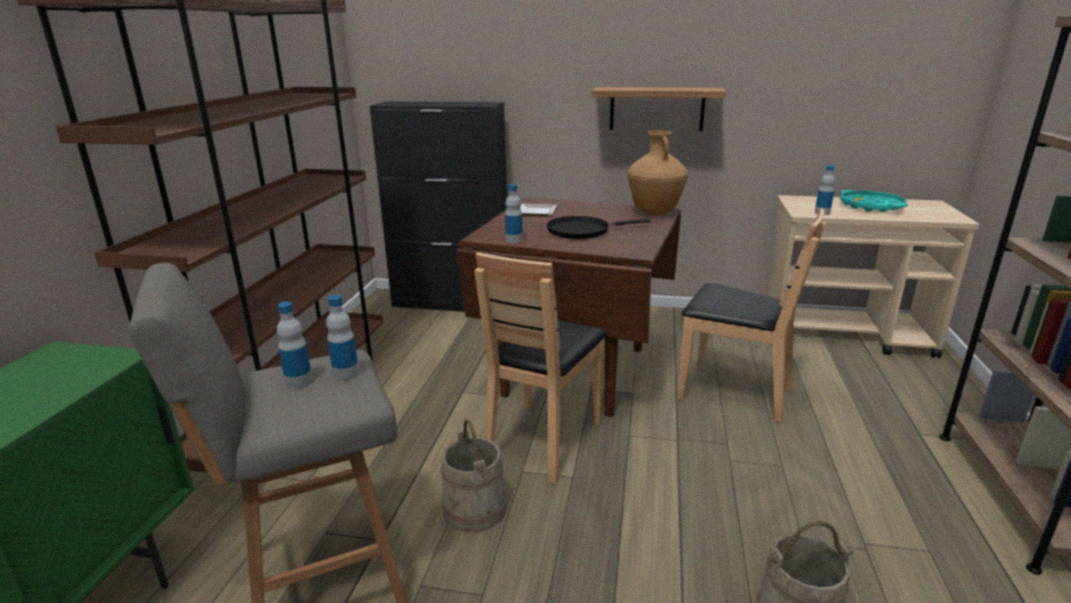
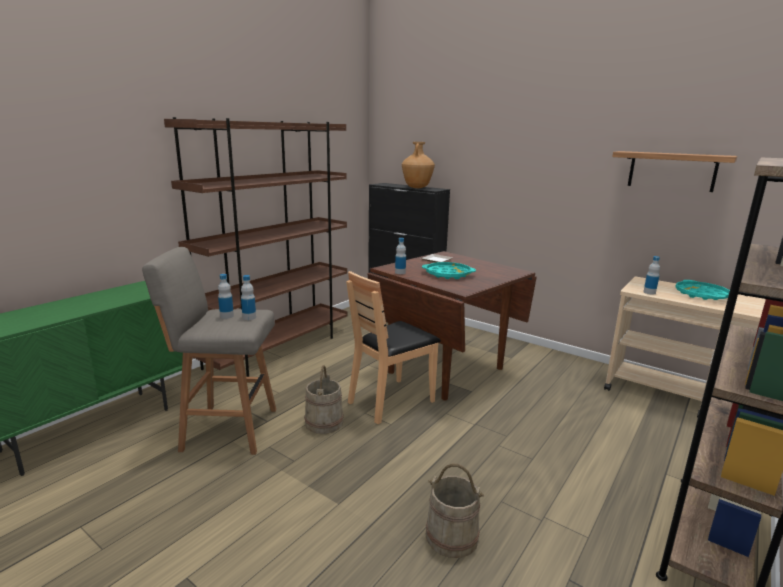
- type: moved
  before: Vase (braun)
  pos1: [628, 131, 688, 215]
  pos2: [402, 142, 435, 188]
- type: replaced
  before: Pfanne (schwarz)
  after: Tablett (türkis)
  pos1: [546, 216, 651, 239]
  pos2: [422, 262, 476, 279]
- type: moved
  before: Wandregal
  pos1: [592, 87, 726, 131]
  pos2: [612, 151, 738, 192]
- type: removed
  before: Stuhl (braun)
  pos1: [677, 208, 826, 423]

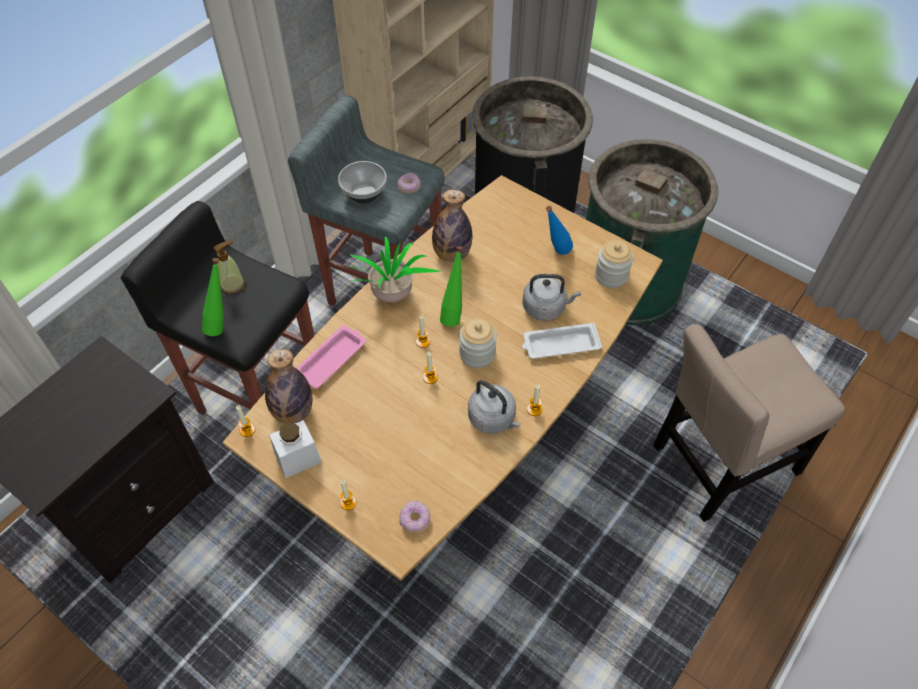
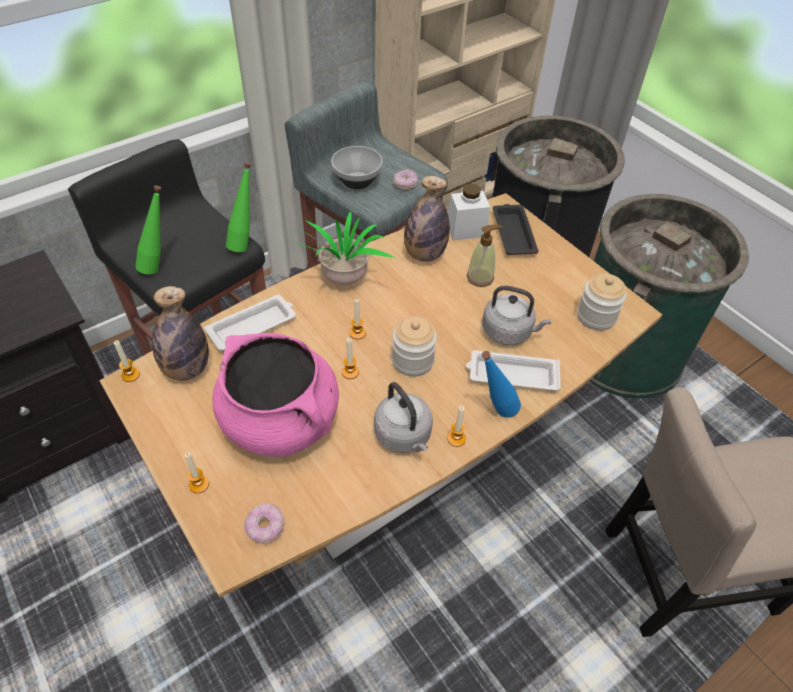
- type: recoloured
  before: Tablett (rosa)
  after: Tablett (weiß)
  pos1: [296, 325, 366, 389]
  pos2: [204, 295, 296, 351]
- type: added
  after: Kochtopf (rosa)
  pos2: [212, 333, 339, 457]
- type: moved
  before: Flasche (grün)
  pos1: [440, 246, 463, 327]
  pos2: [226, 162, 251, 252]
- type: moved
  before: Vorratsglas (weiß)
  pos1: [269, 420, 322, 478]
  pos2: [448, 183, 490, 241]
- type: moved
  before: Seifenspender
  pos1: [213, 241, 245, 294]
  pos2: [467, 224, 503, 287]
- type: moved
  before: Flasche (blau)
  pos1: [546, 206, 573, 255]
  pos2: [482, 351, 521, 418]
- type: added
  after: Tablett (schwarz)
  pos2: [493, 204, 539, 255]

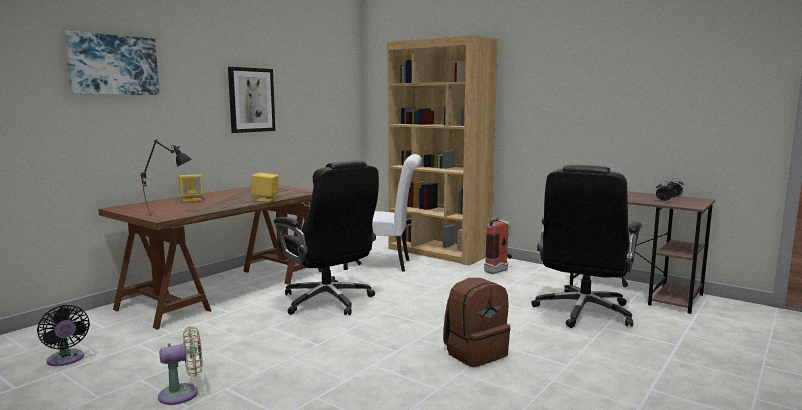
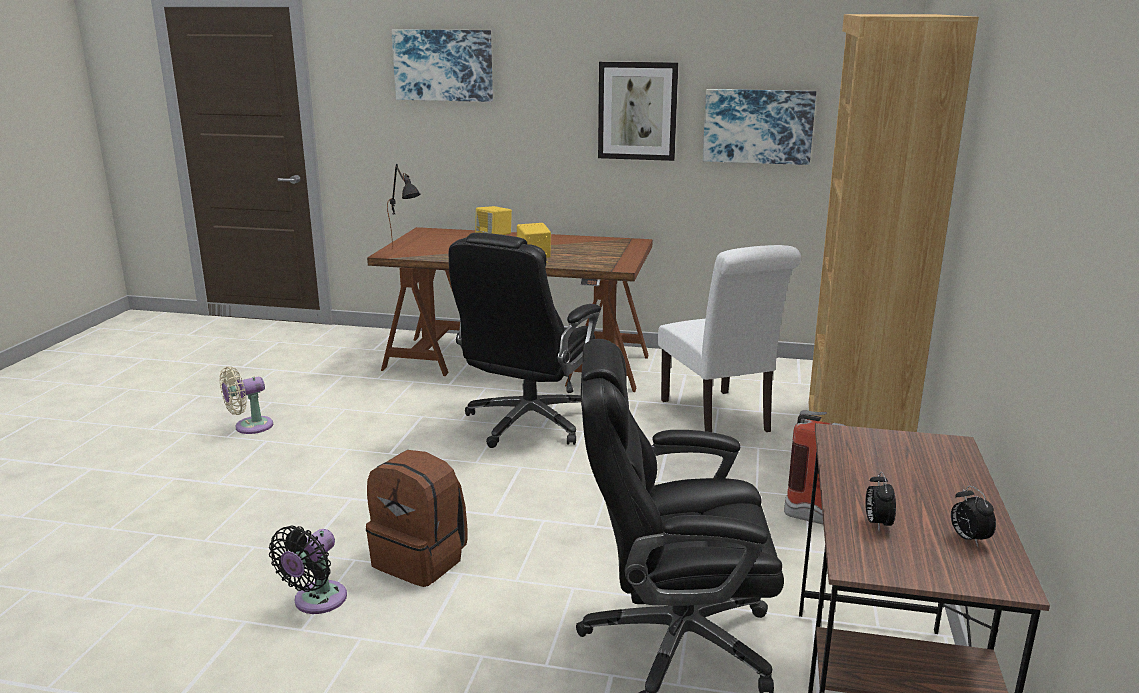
- type: turned
  before: Ventilator (beige)
  pos1: [158, 326, 203, 405]
  pos2: [219, 367, 273, 434]
  turn: 105
- type: moved
  before: Ventilator (schwarz)
  pos1: [37, 305, 90, 366]
  pos2: [269, 526, 347, 614]
- type: added
  after: Bild
  pos2: [703, 89, 816, 165]

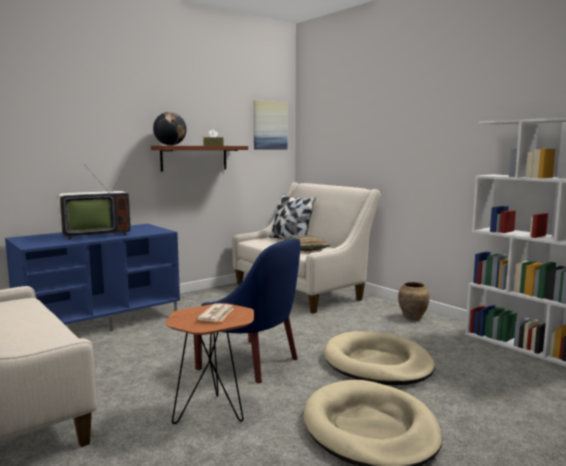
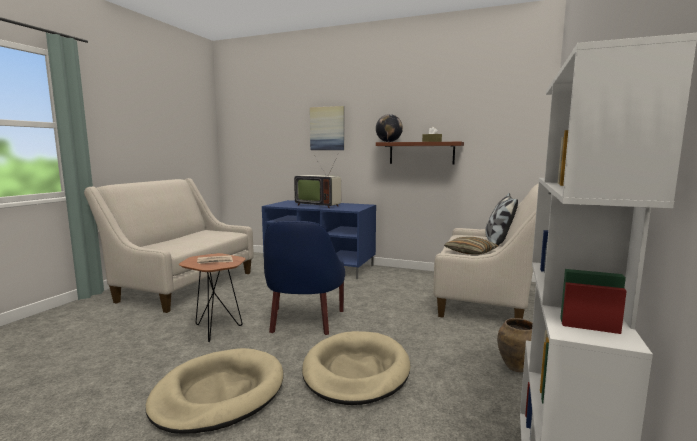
- type: moved
  before: Bild
  pos1: [253, 100, 287, 150]
  pos2: [310, 106, 344, 150]

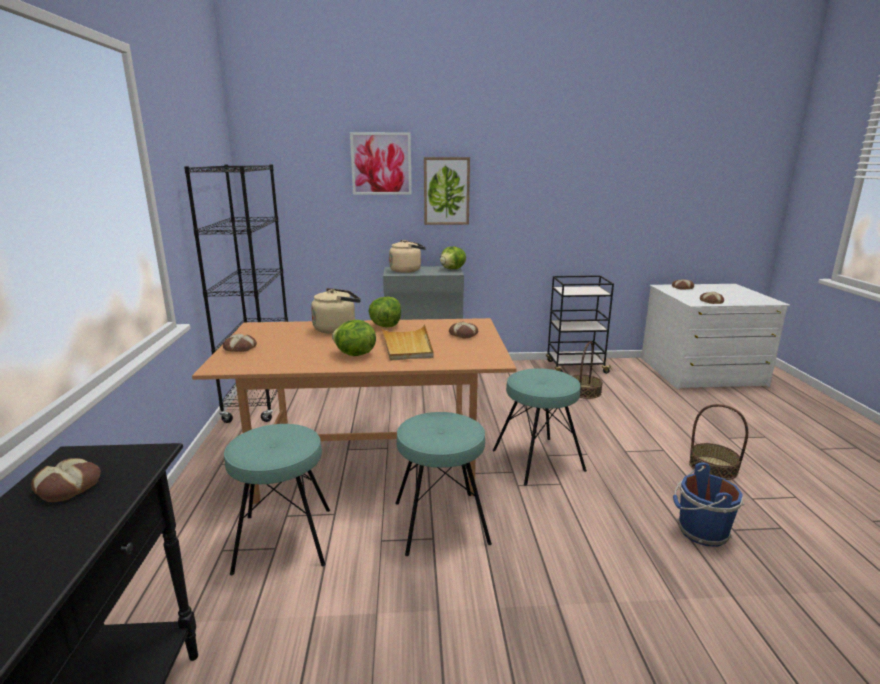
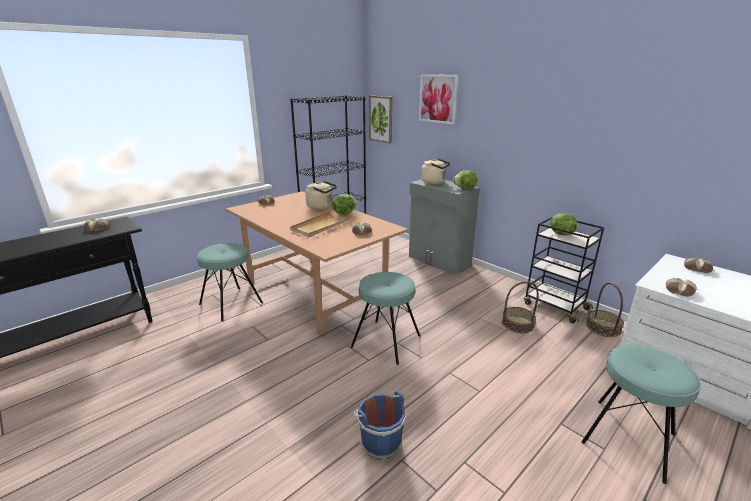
- type: moved
  before: Bild
  pos1: [424, 157, 470, 225]
  pos2: [369, 95, 393, 143]
- type: moved
  before: Salatkopf
  pos1: [332, 320, 376, 356]
  pos2: [550, 213, 577, 235]
- type: moved
  before: Hocker (türkis)
  pos1: [395, 412, 492, 556]
  pos2: [581, 344, 701, 484]
- type: moved
  before: Korb
  pos1: [689, 404, 748, 480]
  pos2: [586, 282, 624, 337]

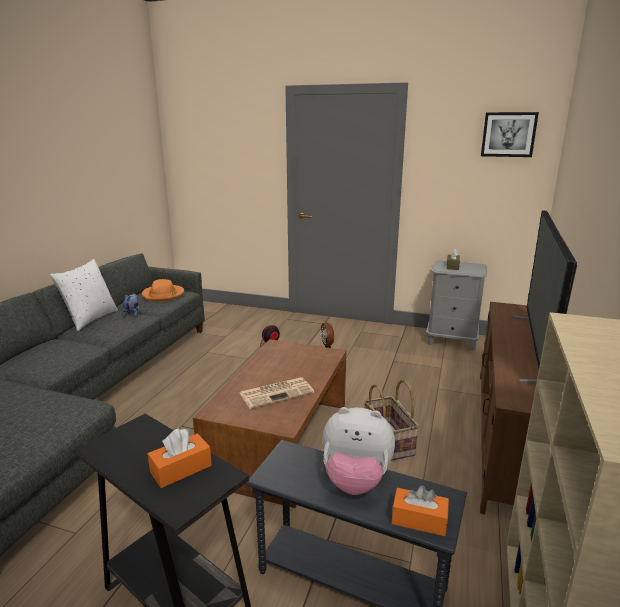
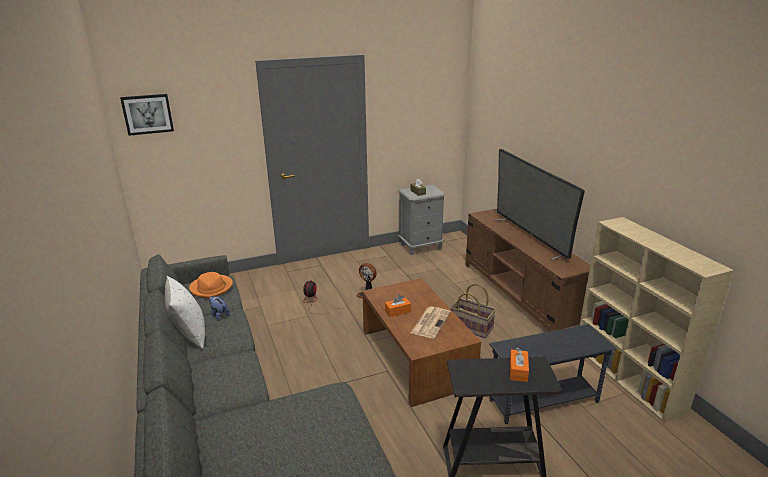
- type: moved
  before: Bild
  pos1: [481, 112, 539, 157]
  pos2: [120, 94, 174, 136]
- type: moved
  before: Taschentuchbox (orange)
  pos1: [392, 485, 449, 536]
  pos2: [385, 295, 411, 317]
- type: removed
  before: Plüschtier
  pos1: [322, 407, 395, 495]

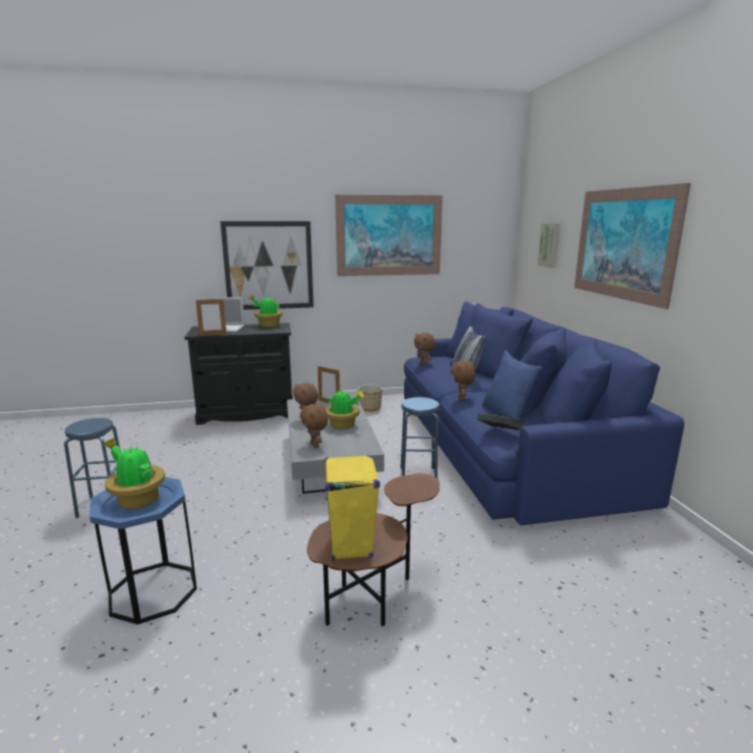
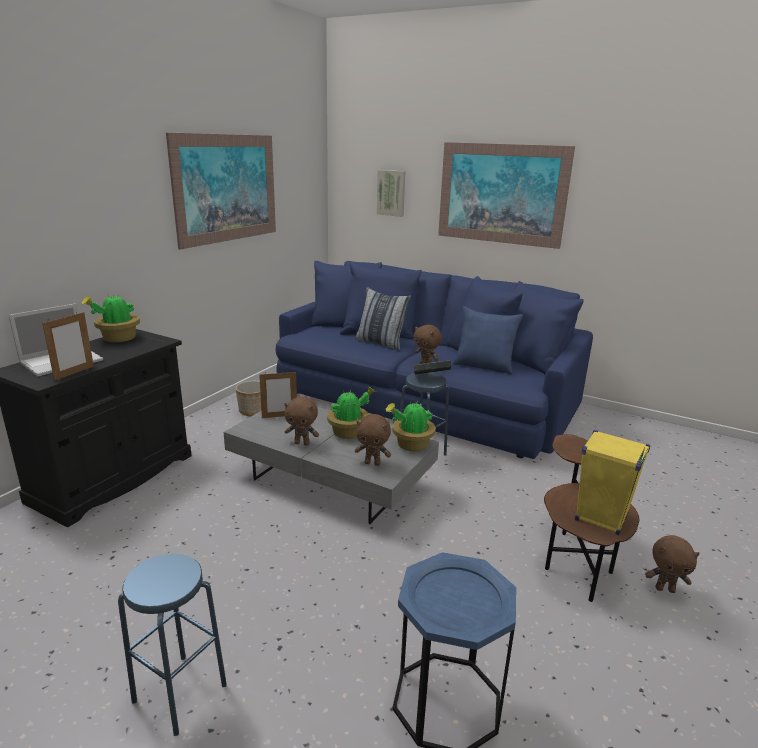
- type: moved
  before: Topfpflanze
  pos1: [103, 438, 165, 509]
  pos2: [386, 400, 436, 451]
- type: moved
  before: Buch
  pos1: [477, 413, 525, 430]
  pos2: [414, 360, 451, 375]
- type: moved
  before: Plüschtier (braun)
  pos1: [414, 333, 436, 365]
  pos2: [645, 535, 700, 593]
- type: removed
  before: Bild
  pos1: [220, 221, 314, 310]

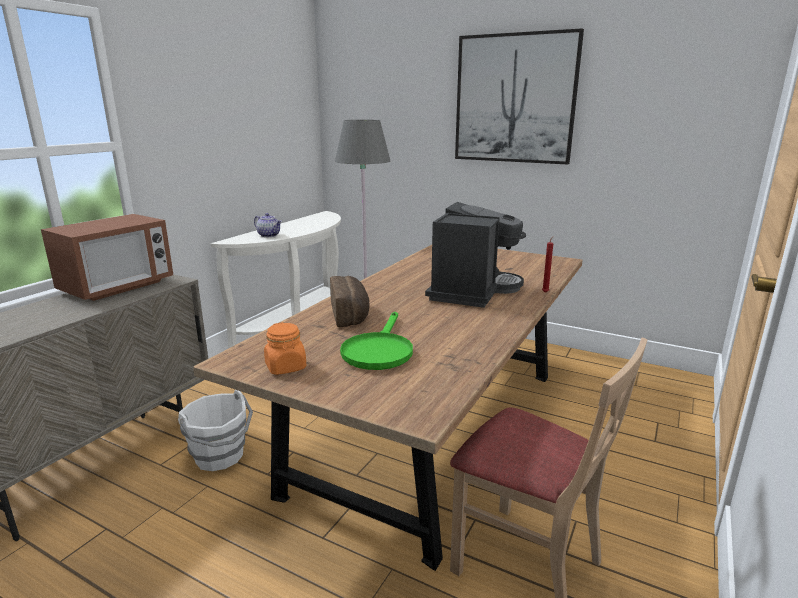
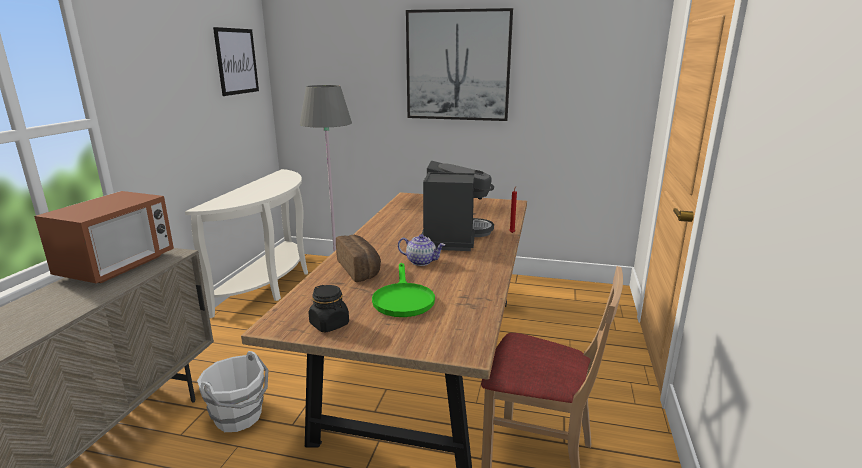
- type: added
  after: Bild
  pos2: [213, 27, 259, 96]
- type: recoloured
  before: Vorratsglas (orange)
  after: Vorratsglas (schwarz)
  pos1: [264, 322, 306, 375]
  pos2: [309, 285, 349, 332]
- type: moved
  before: Teekanne
  pos1: [254, 213, 282, 237]
  pos2: [398, 234, 445, 266]

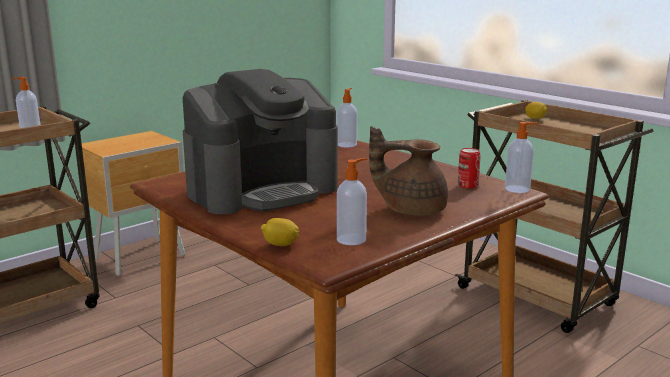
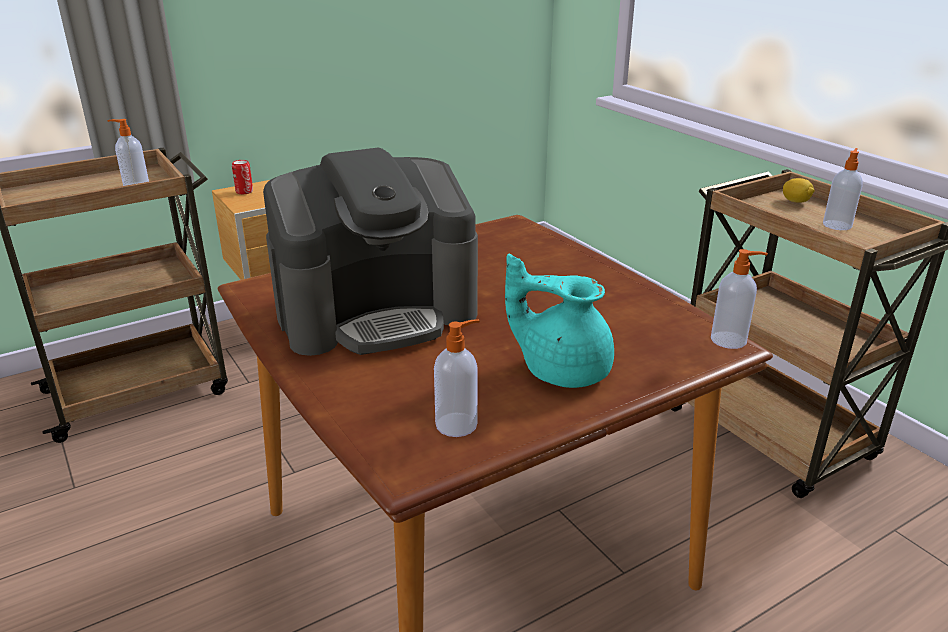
- type: moved
  before: Dose
  pos1: [458, 148, 481, 189]
  pos2: [232, 160, 253, 194]
- type: recoloured
  before: Teekanne (braun)
  after: Teekanne (türkis)
  pos1: [369, 126, 448, 216]
  pos2: [505, 254, 614, 388]
- type: moved
  before: Seifenspender
  pos1: [337, 88, 357, 148]
  pos2: [823, 148, 863, 230]
- type: removed
  before: Zitrone
  pos1: [261, 218, 299, 246]

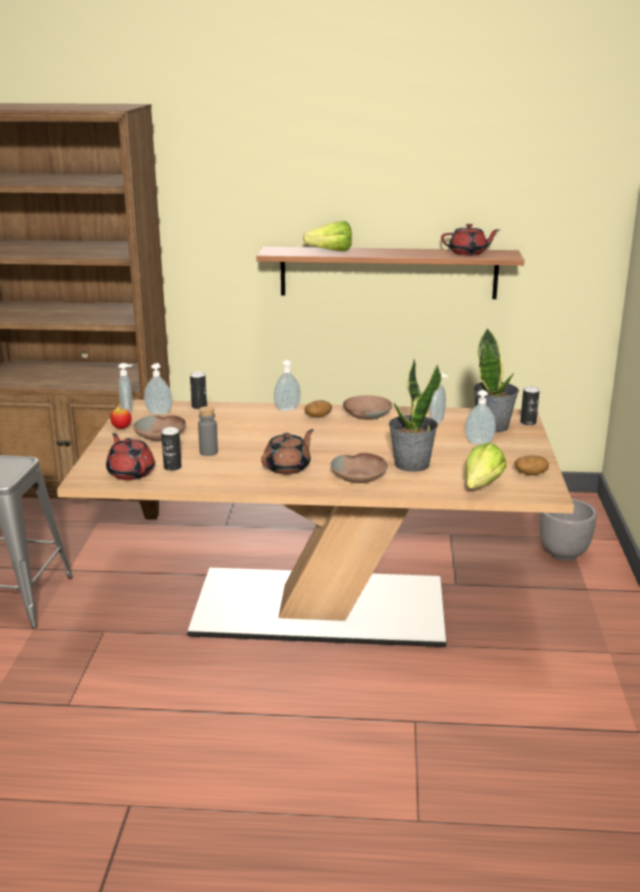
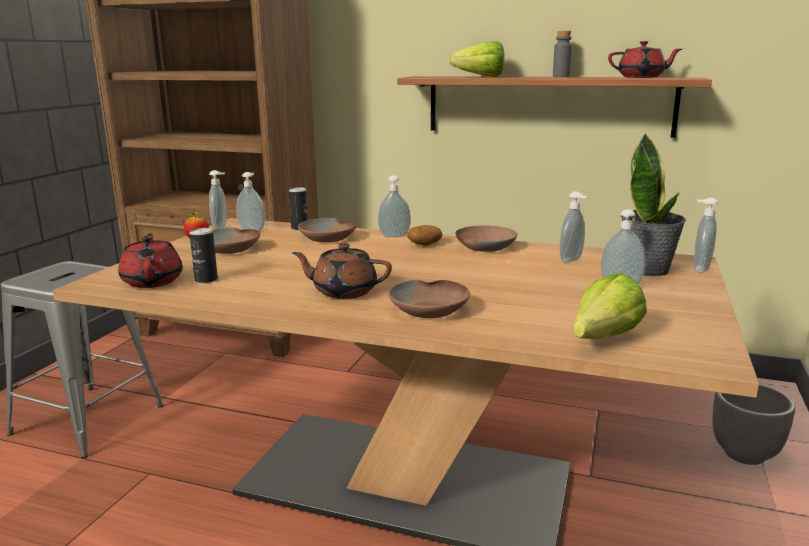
- type: turned
  before: Teekanne (braun)
  pos1: [261, 429, 313, 474]
  pos2: [292, 244, 392, 299]
  turn: -135
- type: added
  after: Schüssel (braun)
  pos2: [298, 218, 357, 242]
- type: moved
  before: Flasche (grau)
  pos1: [198, 406, 218, 456]
  pos2: [553, 31, 572, 77]
- type: replaced
  before: Dose
  after: Seifenspender
  pos1: [520, 386, 540, 425]
  pos2: [694, 198, 718, 273]
- type: removed
  before: Topfpflanze
  pos1: [389, 359, 442, 472]
- type: removed
  before: Kartoffel
  pos1: [514, 455, 549, 475]

